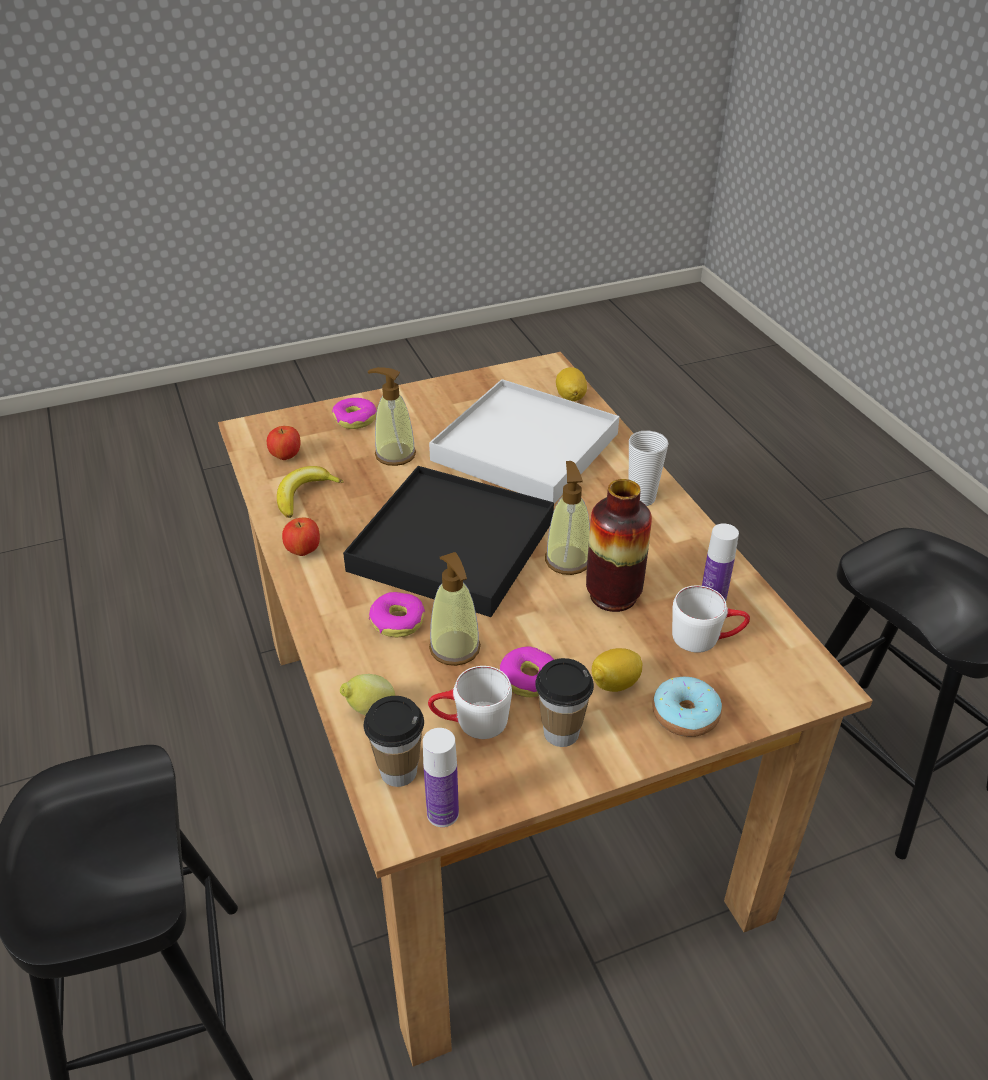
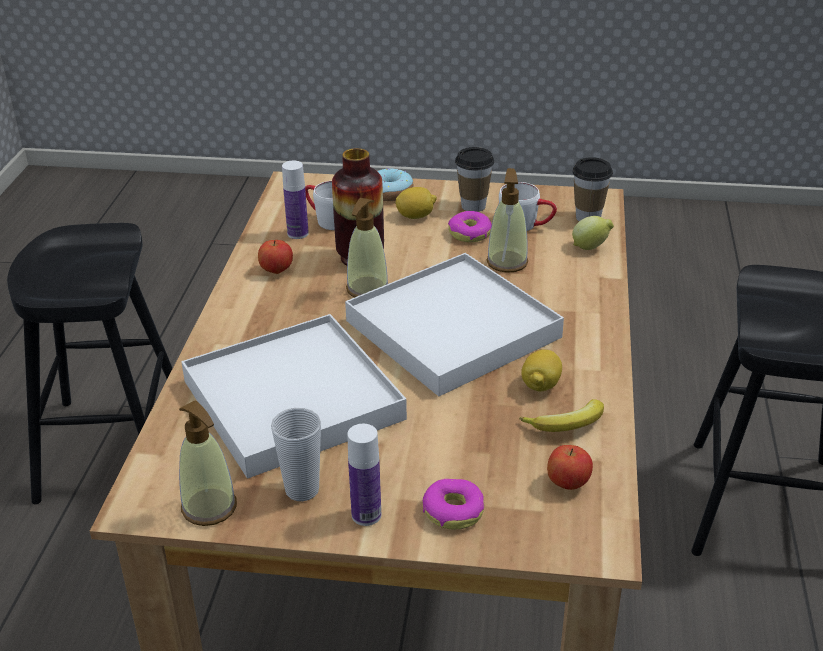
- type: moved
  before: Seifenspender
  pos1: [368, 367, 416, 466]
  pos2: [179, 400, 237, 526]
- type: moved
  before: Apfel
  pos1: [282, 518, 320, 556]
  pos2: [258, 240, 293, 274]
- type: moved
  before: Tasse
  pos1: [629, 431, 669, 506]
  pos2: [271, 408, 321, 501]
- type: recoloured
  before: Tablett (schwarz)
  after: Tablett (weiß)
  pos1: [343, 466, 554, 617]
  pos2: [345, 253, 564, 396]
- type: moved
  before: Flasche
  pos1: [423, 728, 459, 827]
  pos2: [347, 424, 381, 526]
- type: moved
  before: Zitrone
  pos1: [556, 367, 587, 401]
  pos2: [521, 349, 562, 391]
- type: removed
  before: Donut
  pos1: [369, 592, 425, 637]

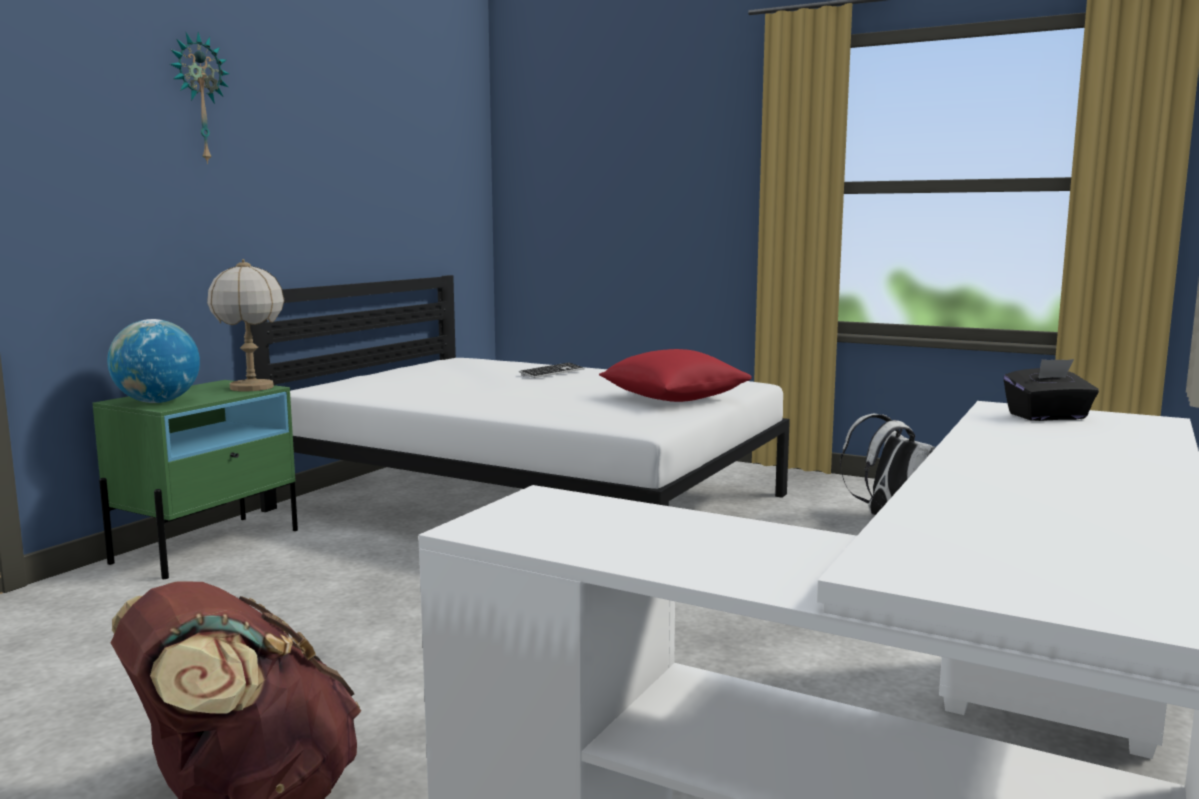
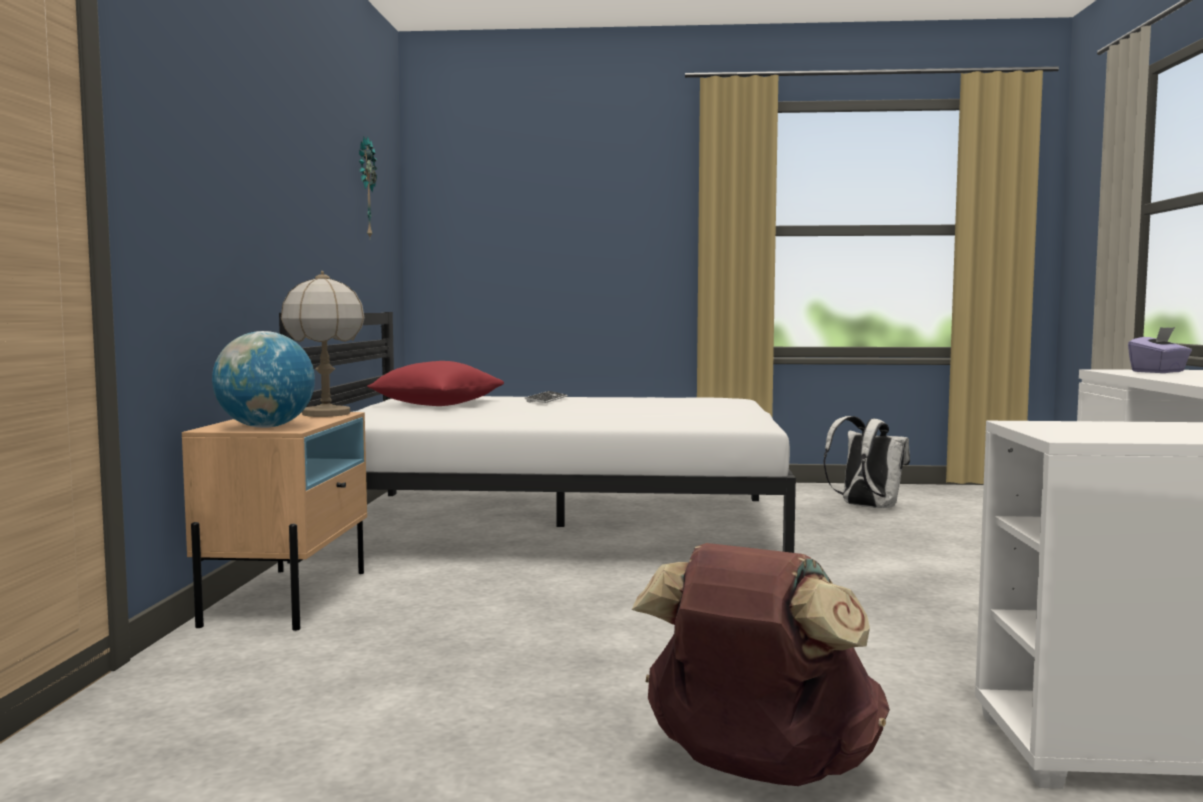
- type: recoloured
  before: Nachttisch (grün)
  after: Nachttisch (beige)
  pos1: [92, 380, 298, 579]
  pos2: [182, 412, 367, 631]
- type: moved
  before: Wanduhr
  pos1: [170, 32, 229, 164]
  pos2: [359, 136, 377, 237]
- type: moved
  before: Kissen (rot)
  pos1: [599, 349, 752, 402]
  pos2: [367, 361, 504, 406]
- type: recoloured
  before: Taschentuchbox (schwarz)
  after: Taschentuchbox (lila)
  pos1: [1003, 359, 1099, 421]
  pos2: [1128, 327, 1192, 373]

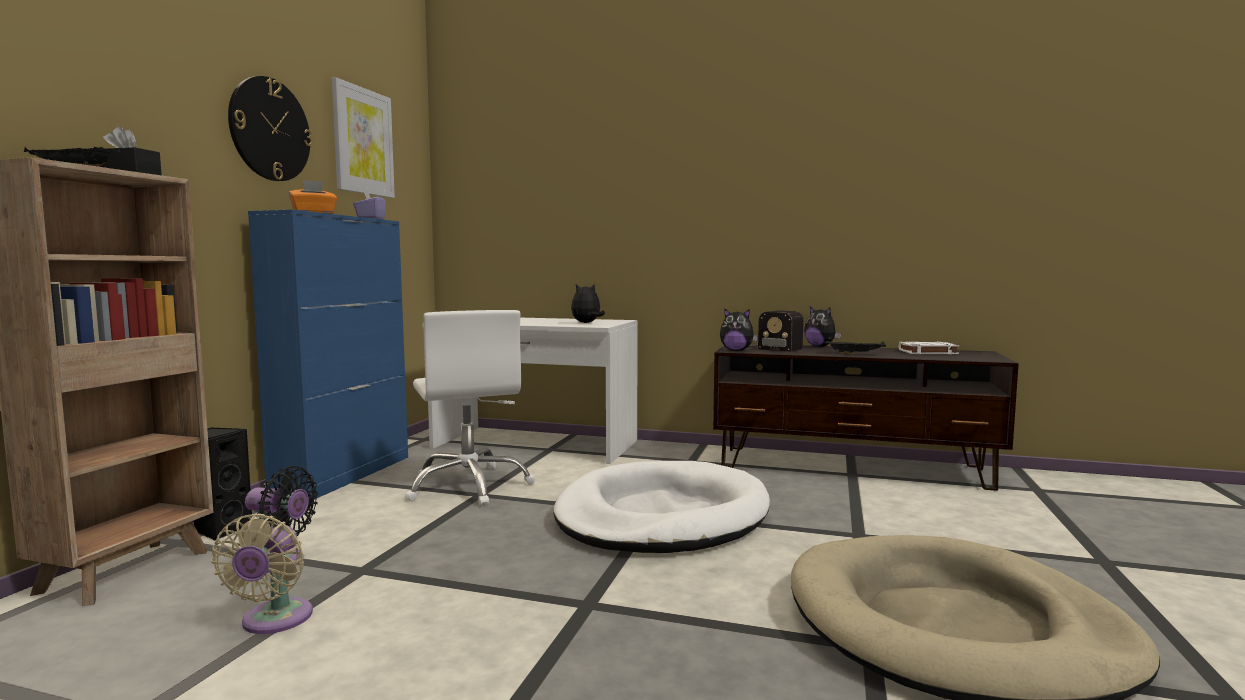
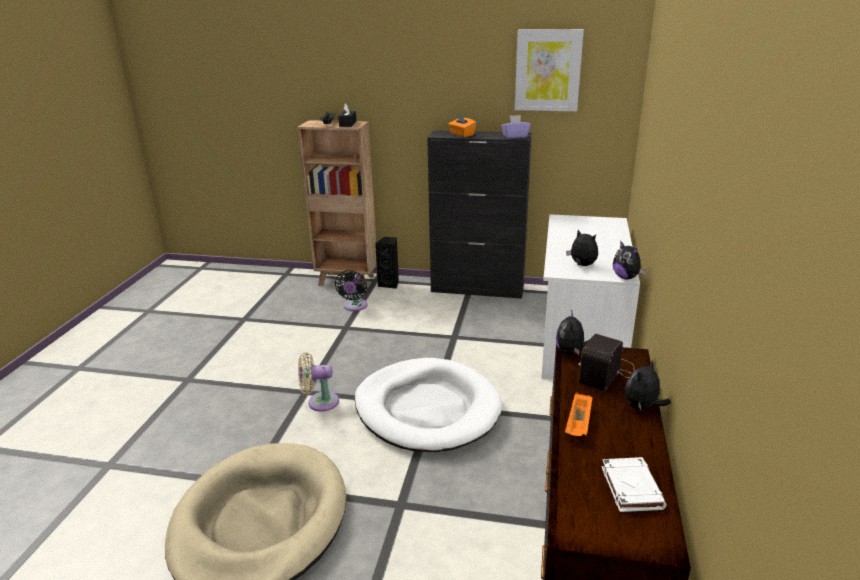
- type: moved
  before: Ventilator (beige)
  pos1: [211, 514, 313, 634]
  pos2: [298, 352, 339, 412]
- type: recoloured
  before: Schrank (blau)
  after: Schrank (schwarz)
  pos1: [248, 210, 408, 499]
  pos2: [427, 130, 532, 299]
- type: recoloured
  before: Tablett (schwarz)
  after: Tablett (orange)
  pos1: [825, 341, 886, 355]
  pos2: [565, 392, 593, 436]
- type: added
  after: Plüschtier
  pos2: [613, 241, 646, 280]
- type: removed
  before: Wanduhr
  pos1: [228, 76, 313, 181]
- type: removed
  before: Bürostuhl (weiß)
  pos1: [405, 310, 535, 506]

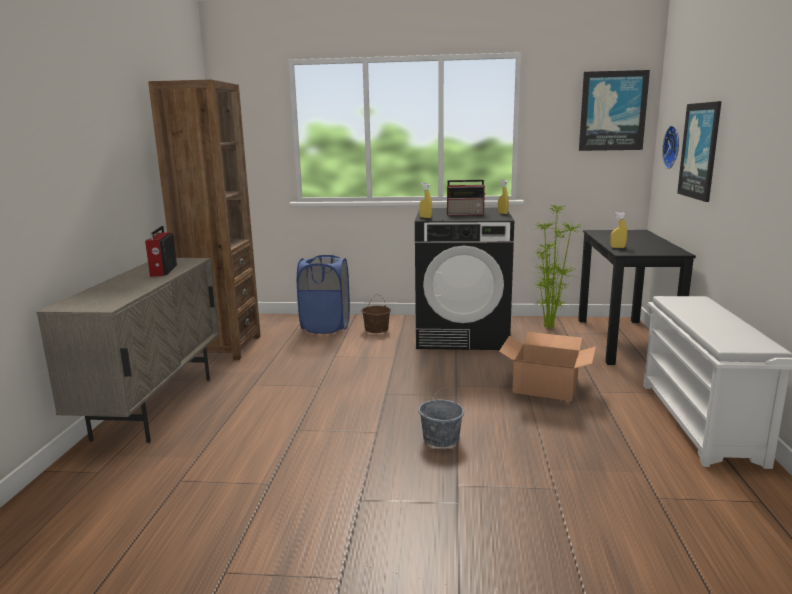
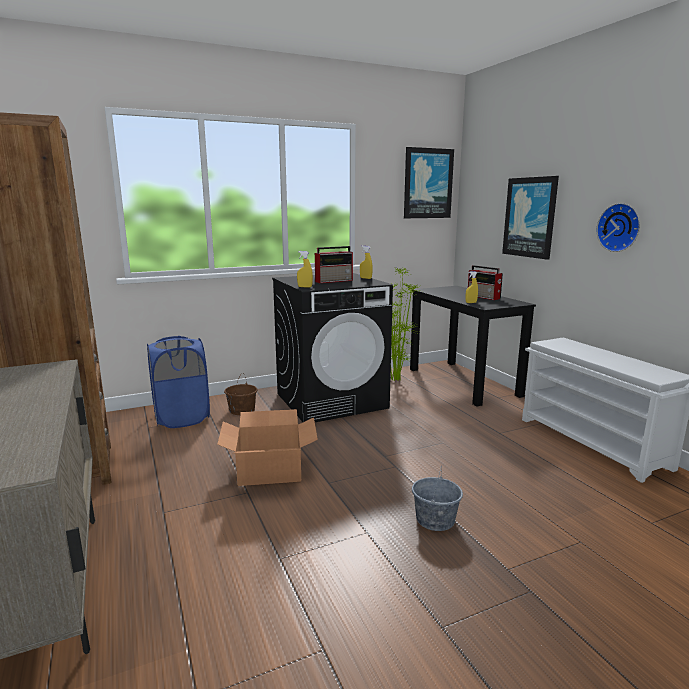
- type: moved
  before: Karton
  pos1: [499, 332, 596, 401]
  pos2: [217, 409, 318, 486]
- type: moved
  before: Radio
  pos1: [145, 226, 177, 277]
  pos2: [468, 265, 503, 300]
- type: moved
  before: Wanduhr
  pos1: [662, 125, 679, 169]
  pos2: [597, 203, 640, 252]

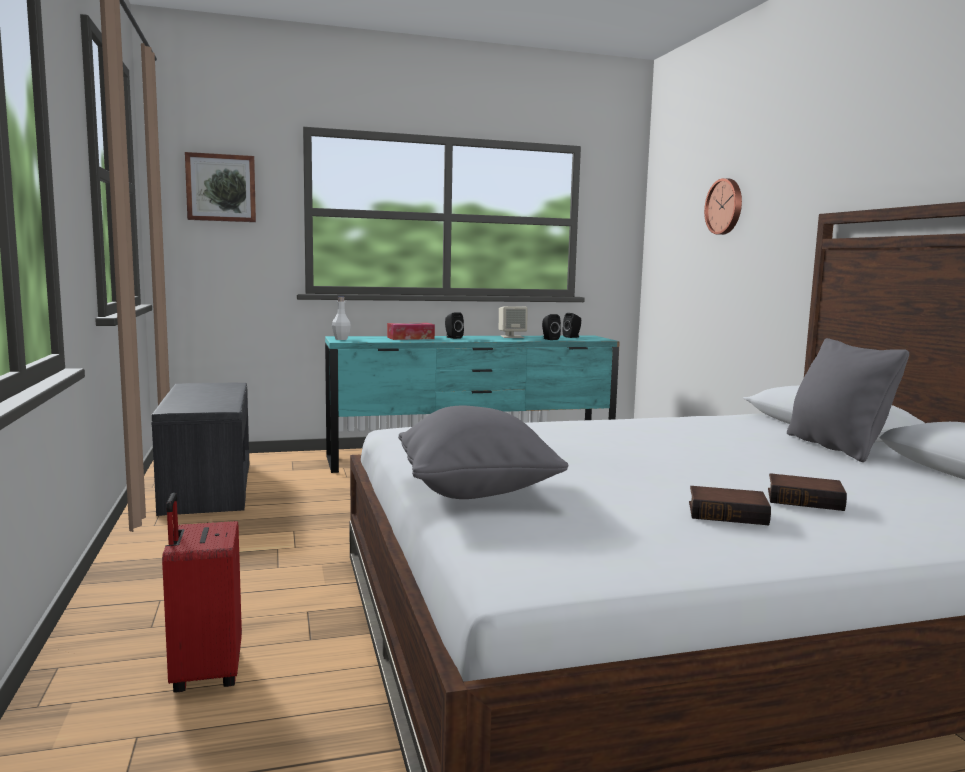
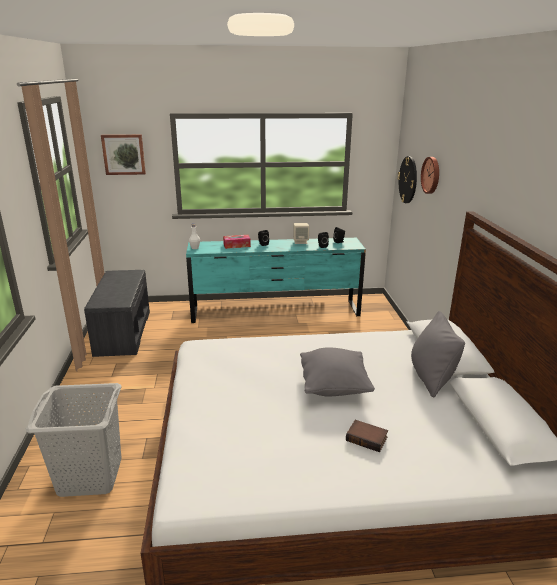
- type: replaced
  before: Koffer (rot)
  after: Wäschekorb (grau)
  pos1: [162, 493, 242, 692]
  pos2: [26, 383, 122, 497]
- type: moved
  before: Kissen (grau)
  pos1: [398, 406, 569, 499]
  pos2: [300, 347, 375, 396]
- type: added
  after: Wanduhr
  pos2: [397, 156, 417, 203]
- type: removed
  before: Buch
  pos1: [689, 486, 771, 525]

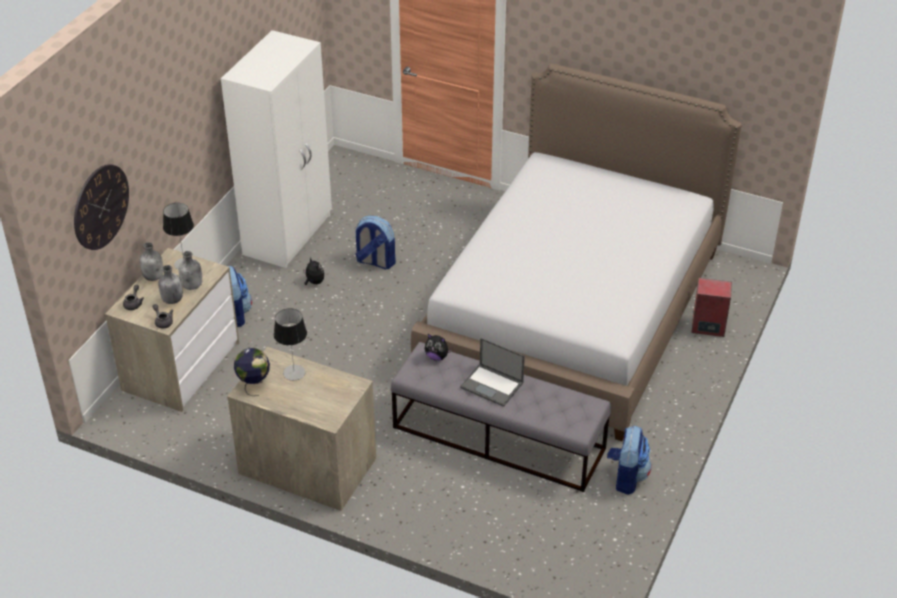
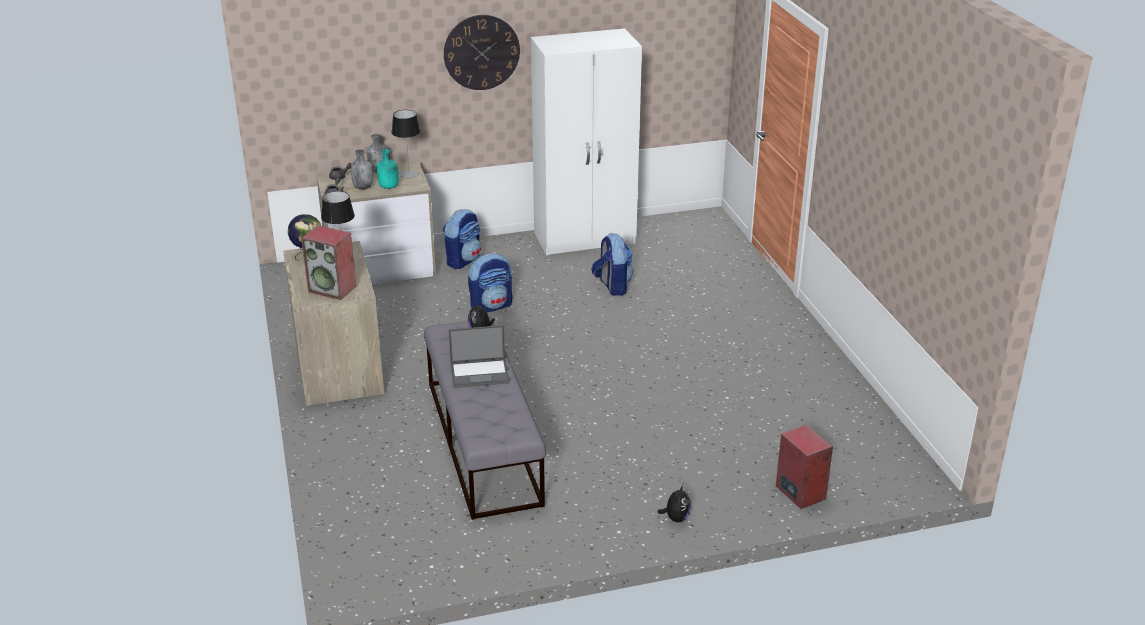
- type: added
  after: Lautsprecher
  pos2: [301, 226, 357, 300]
- type: recoloured
  before: Flasche (grau)
  after: Flasche (türkis)
  pos1: [179, 251, 202, 290]
  pos2: [377, 149, 399, 189]
- type: moved
  before: Wanduhr
  pos1: [74, 164, 129, 250]
  pos2: [444, 15, 520, 90]
- type: turned
  before: Laptop
  pos1: [460, 338, 525, 407]
  pos2: [449, 325, 510, 388]
  turn: -90
- type: moved
  before: Rucksack
  pos1: [607, 425, 651, 495]
  pos2: [468, 253, 512, 313]
- type: moved
  before: Plüschtier
  pos1: [304, 257, 324, 285]
  pos2: [657, 484, 691, 522]
- type: removed
  before: Bett
  pos1: [411, 63, 742, 441]

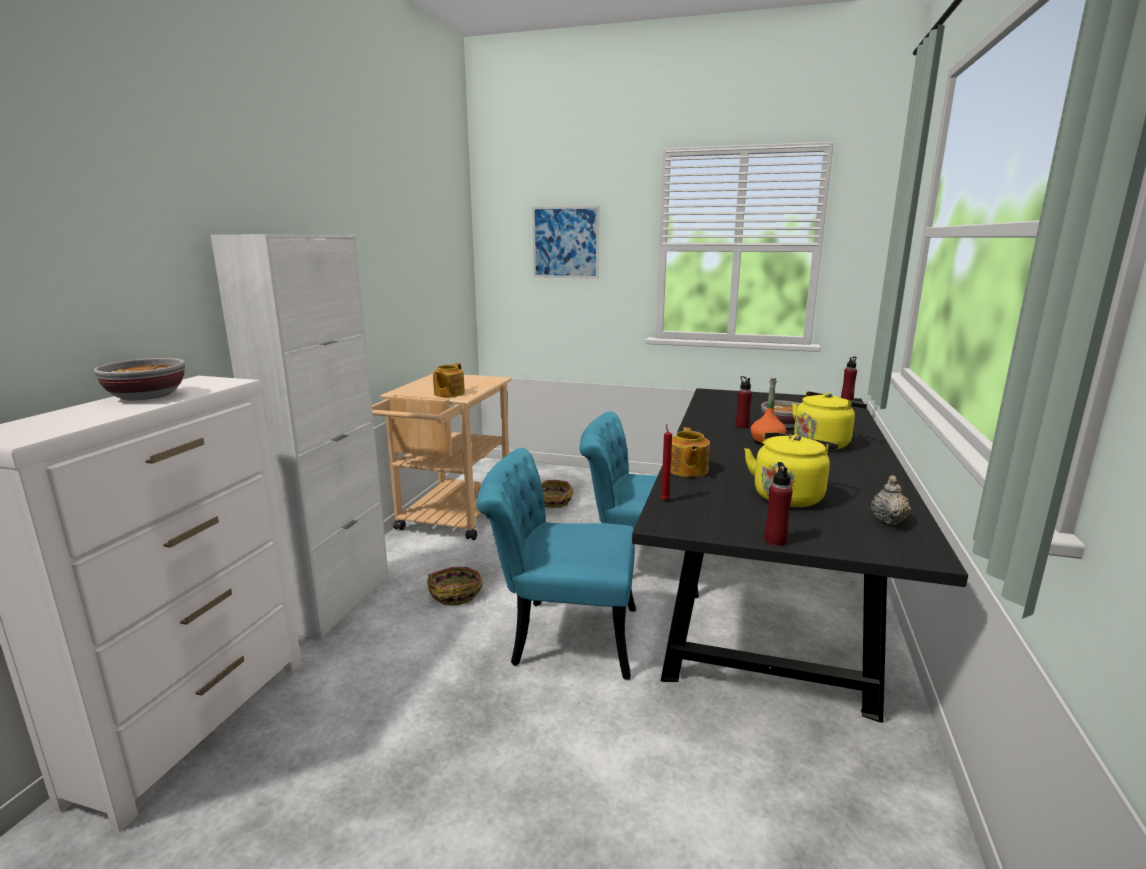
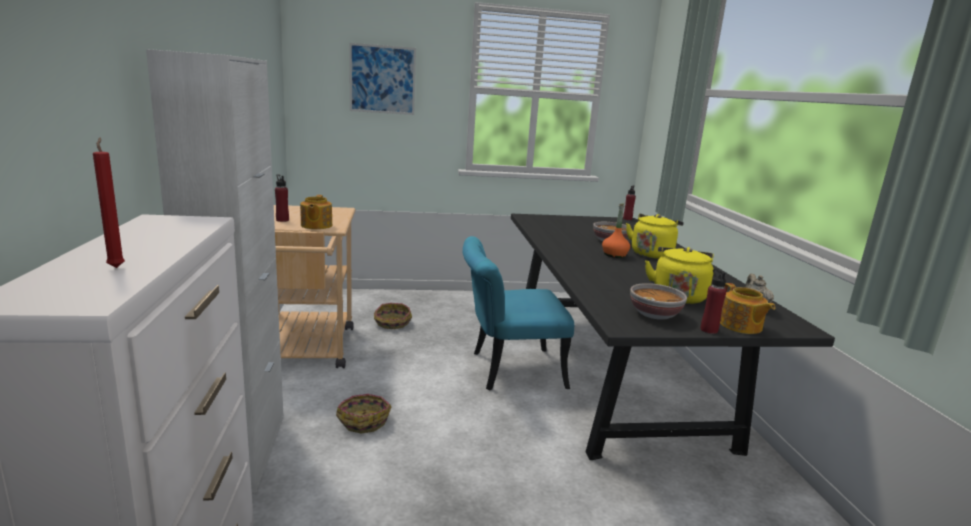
- type: moved
  before: Kerze (rot)
  pos1: [660, 423, 672, 501]
  pos2: [93, 137, 125, 268]
- type: moved
  before: Flasche (rot)
  pos1: [735, 376, 752, 428]
  pos2: [275, 174, 289, 222]
- type: moved
  before: Schüssel
  pos1: [94, 358, 185, 401]
  pos2: [630, 283, 687, 320]
- type: moved
  before: Teekanne
  pos1: [670, 427, 710, 477]
  pos2: [720, 283, 775, 334]
- type: removed
  before: Stuhl (türkis)
  pos1: [476, 448, 636, 680]

